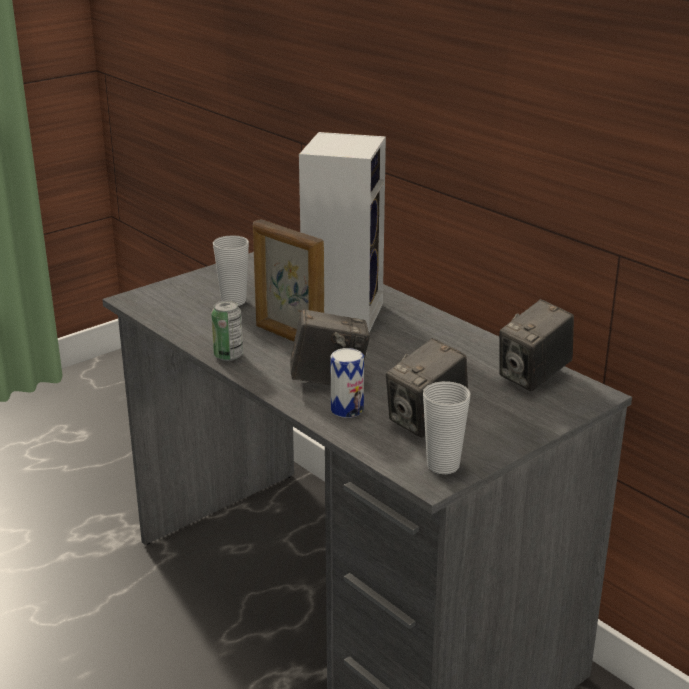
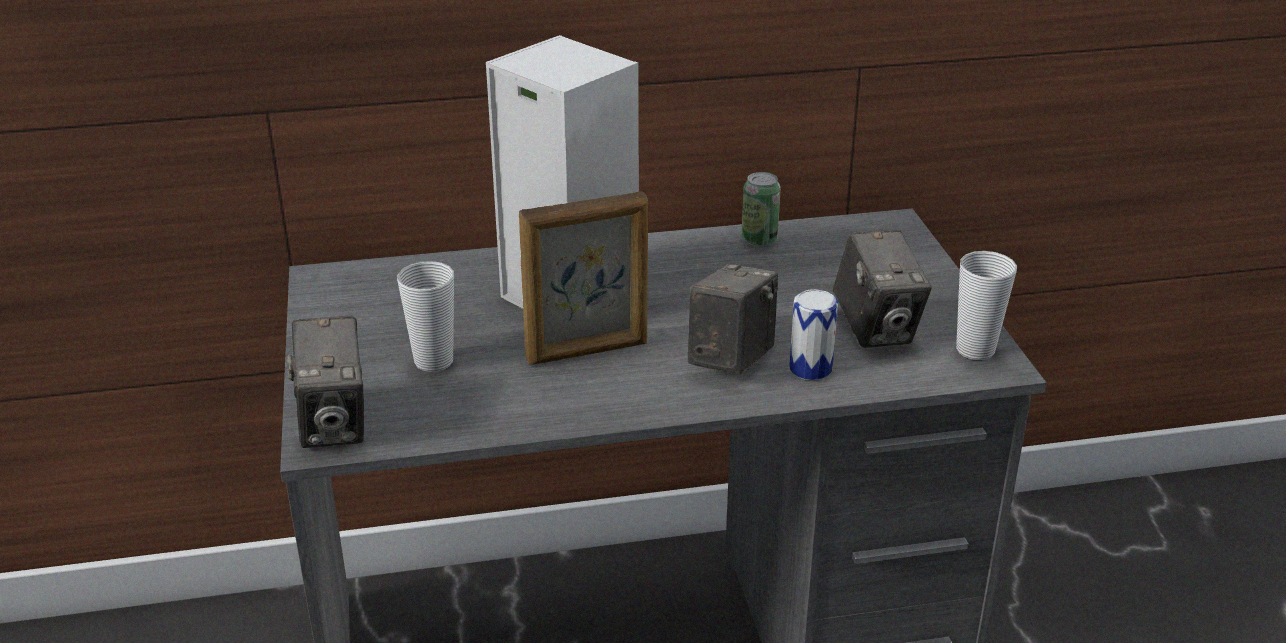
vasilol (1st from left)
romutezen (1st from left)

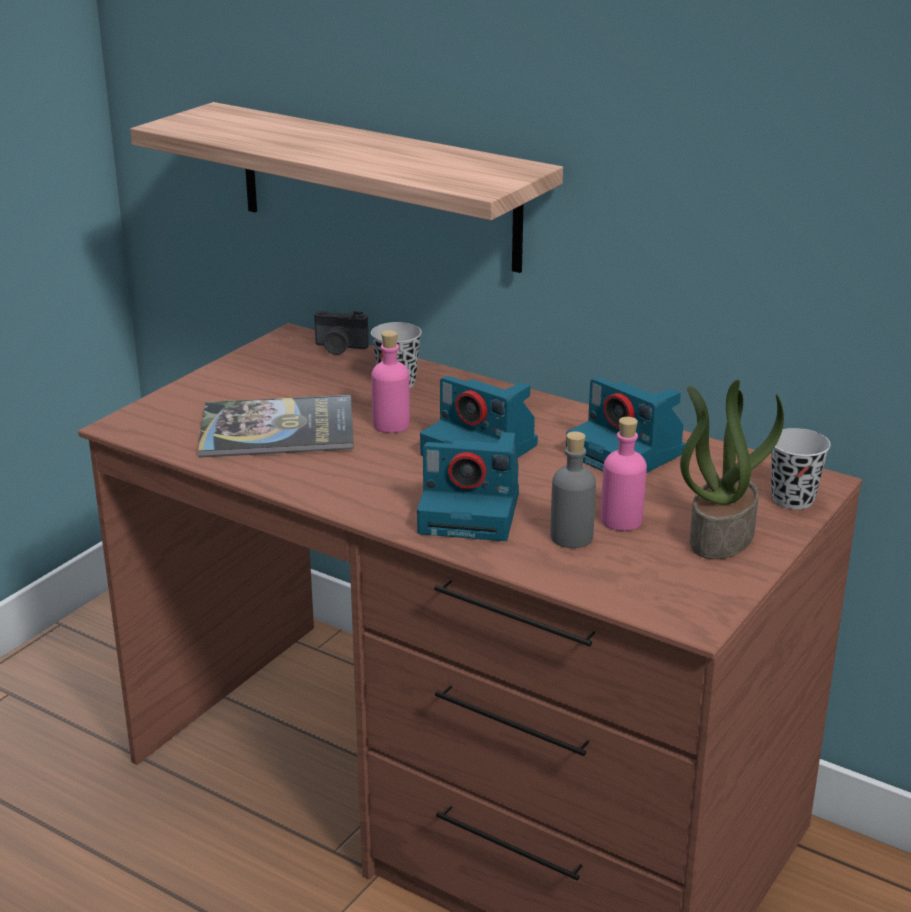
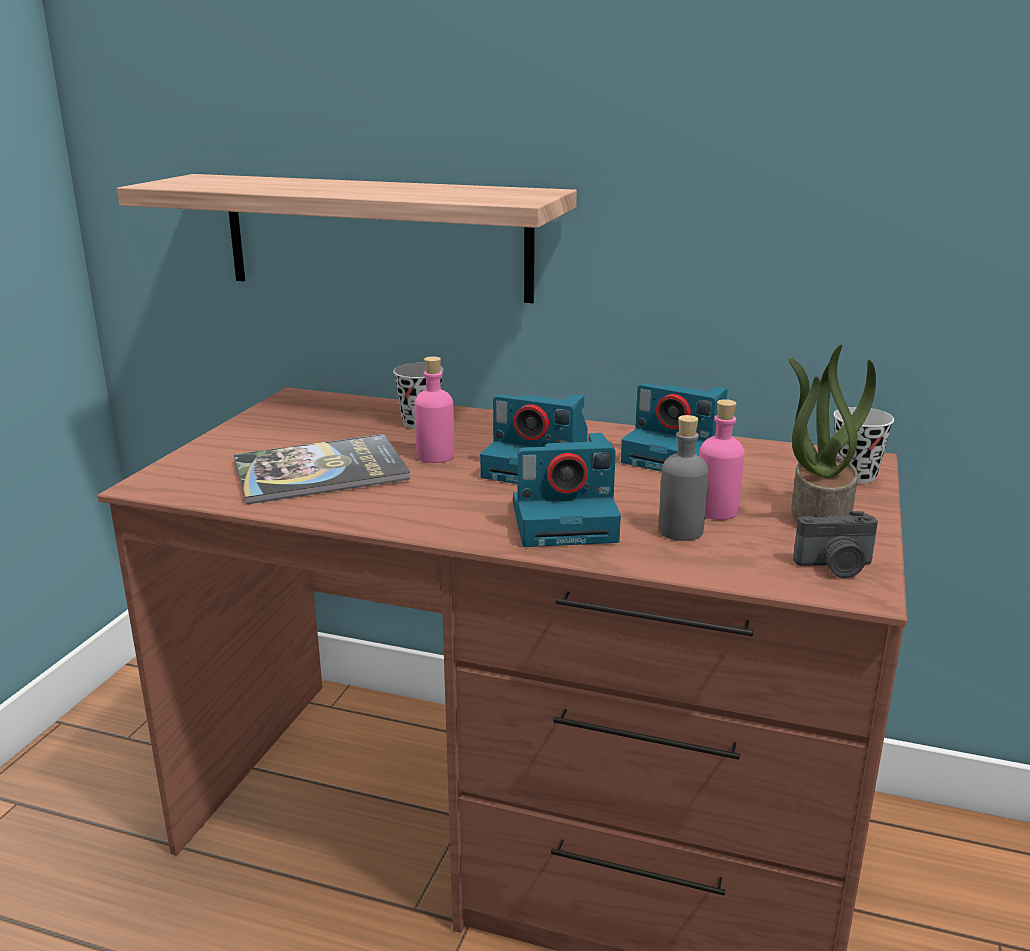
vasilol (4th from left)

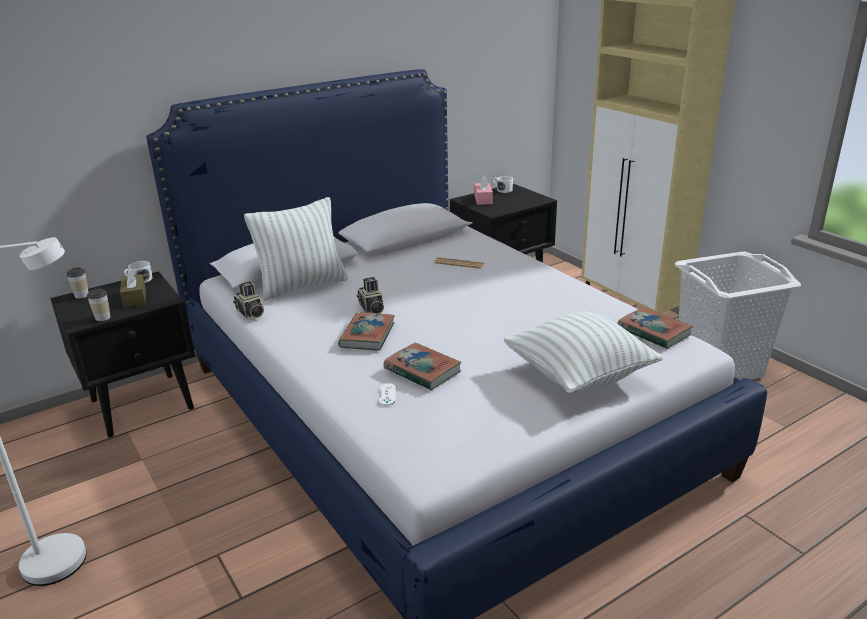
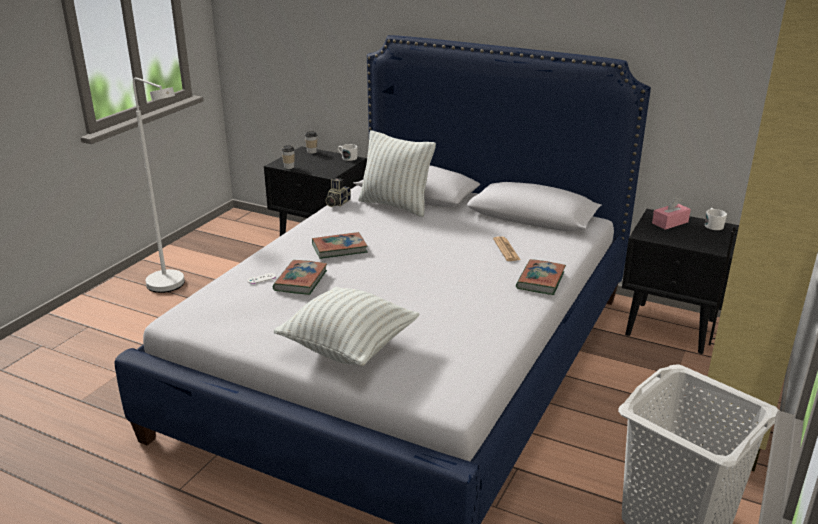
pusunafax (3rd from left)
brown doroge
vasilol (2nd from left in the first image)

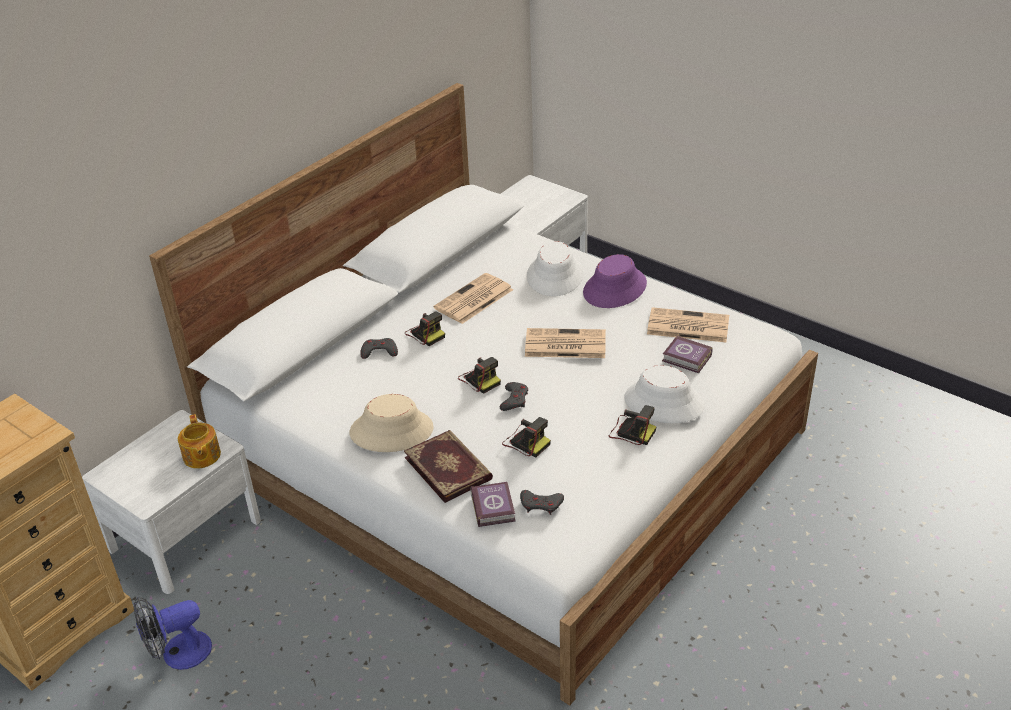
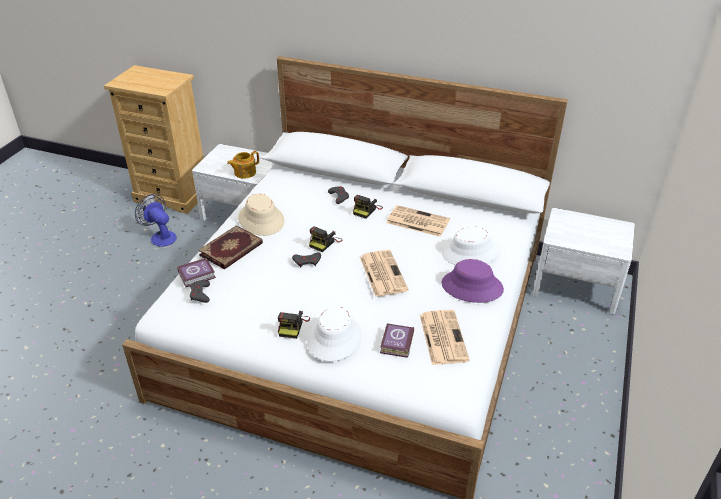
vasilol (3rd from left in the first image)

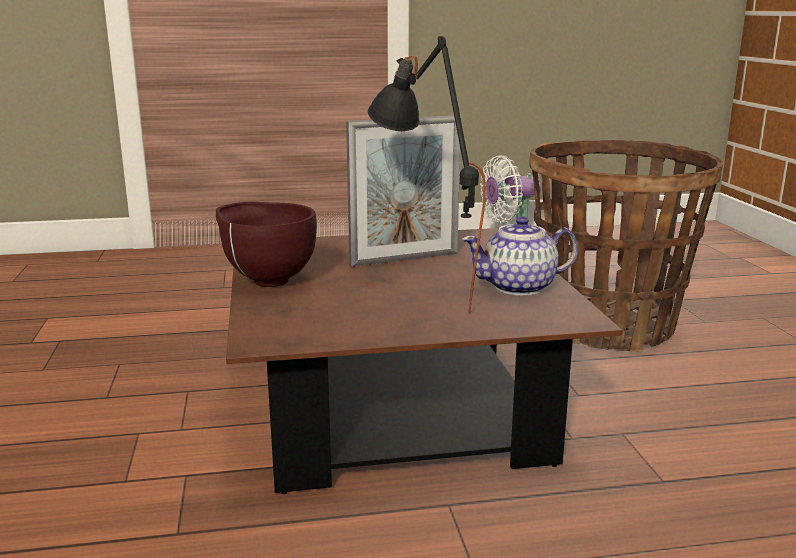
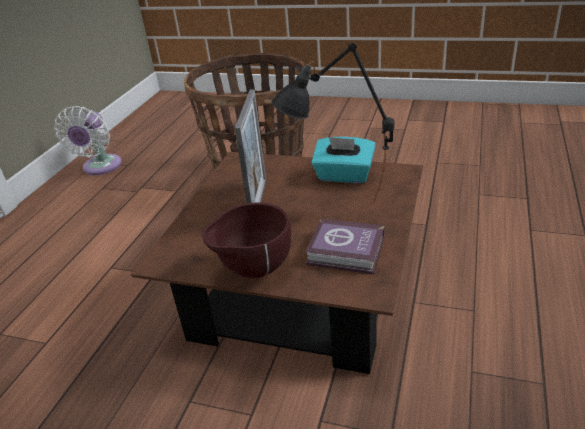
pusunafax
turquoise doroge

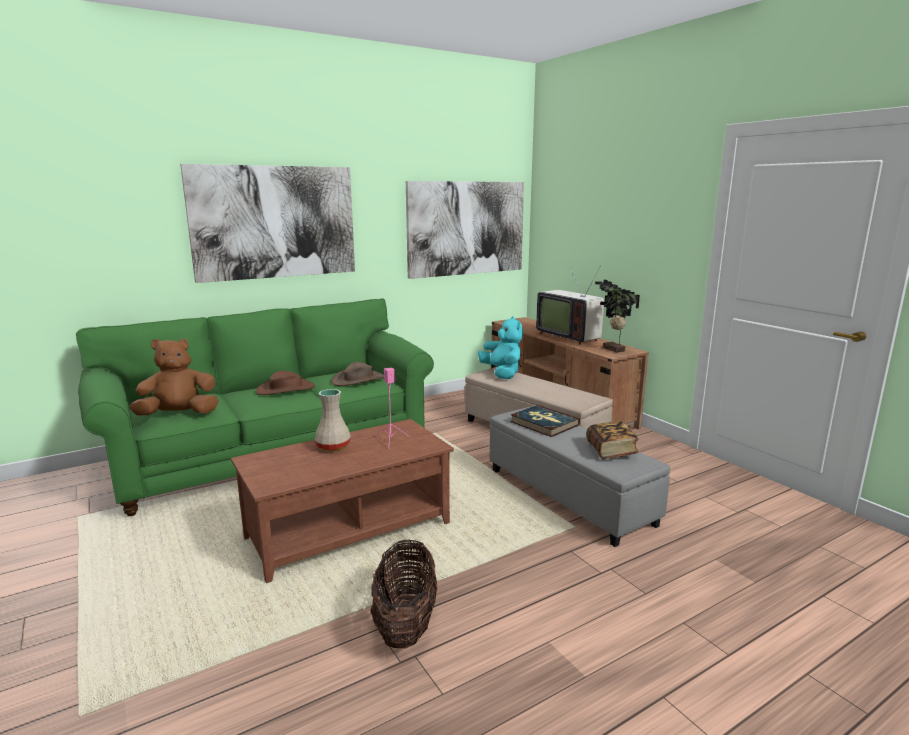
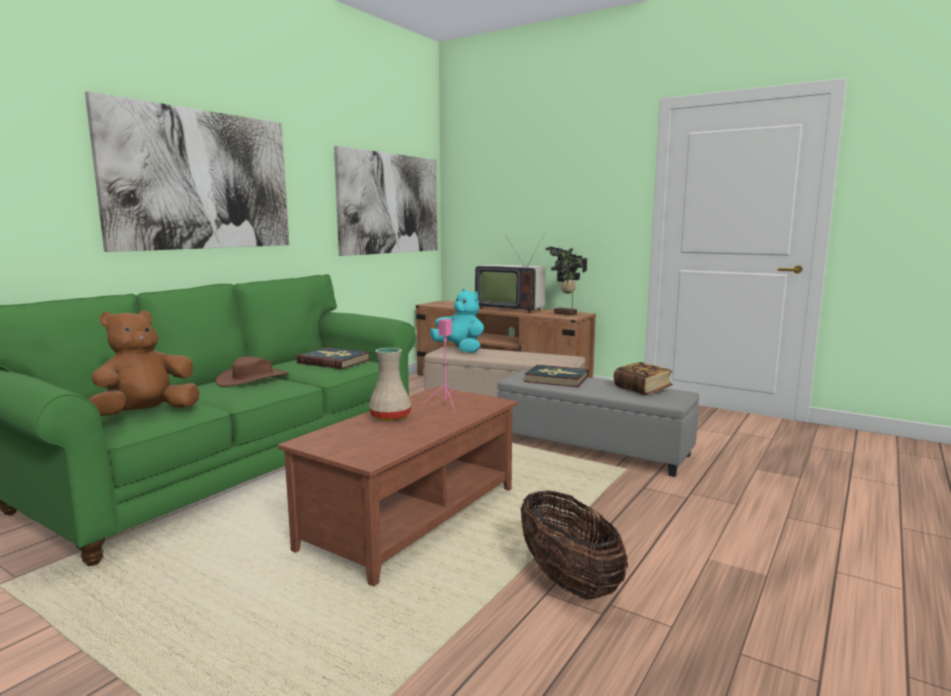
pusunafax (1st from left)

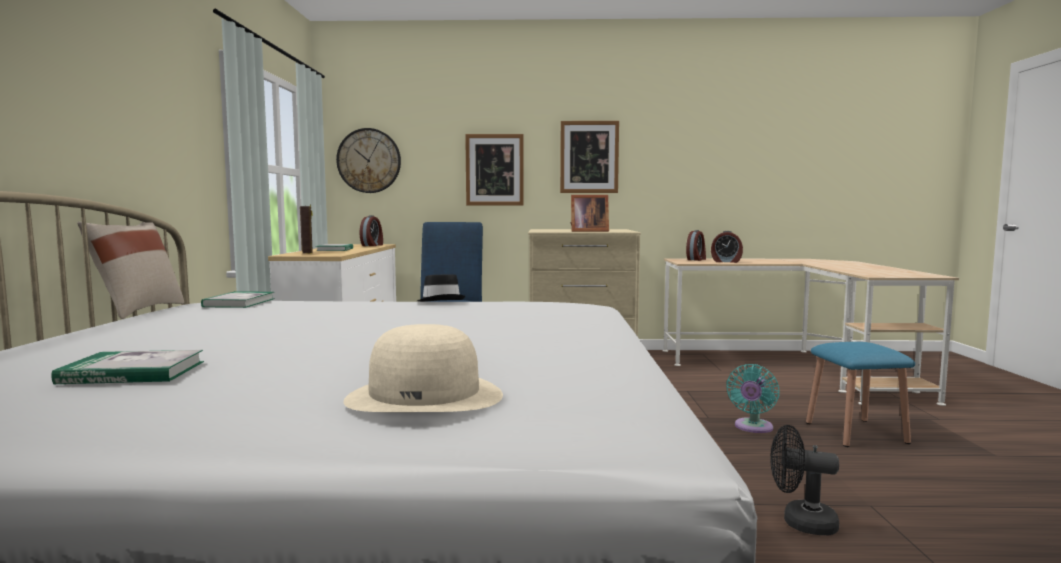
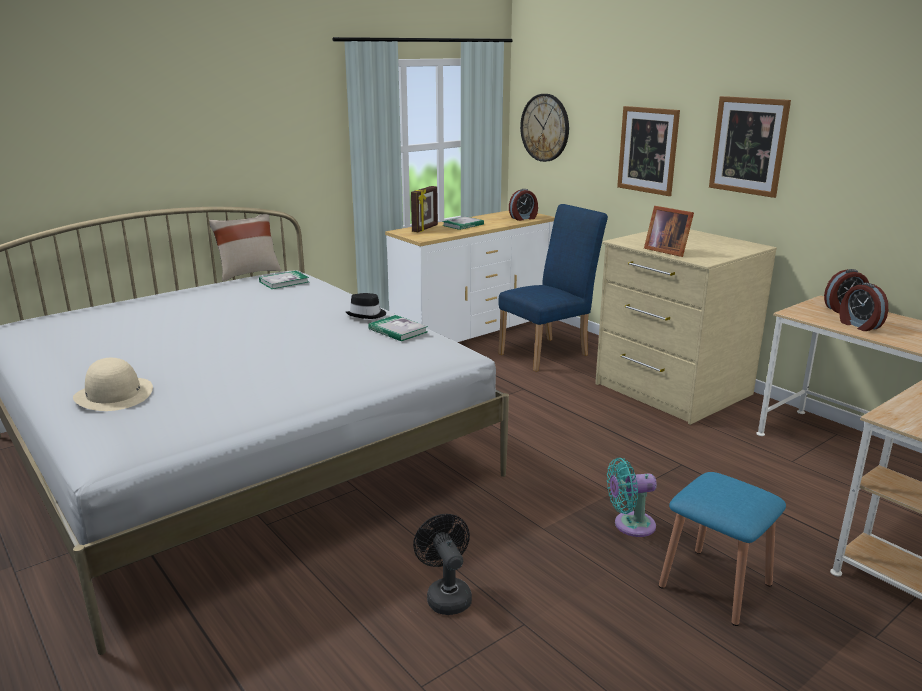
pusunafax (2nd from left)

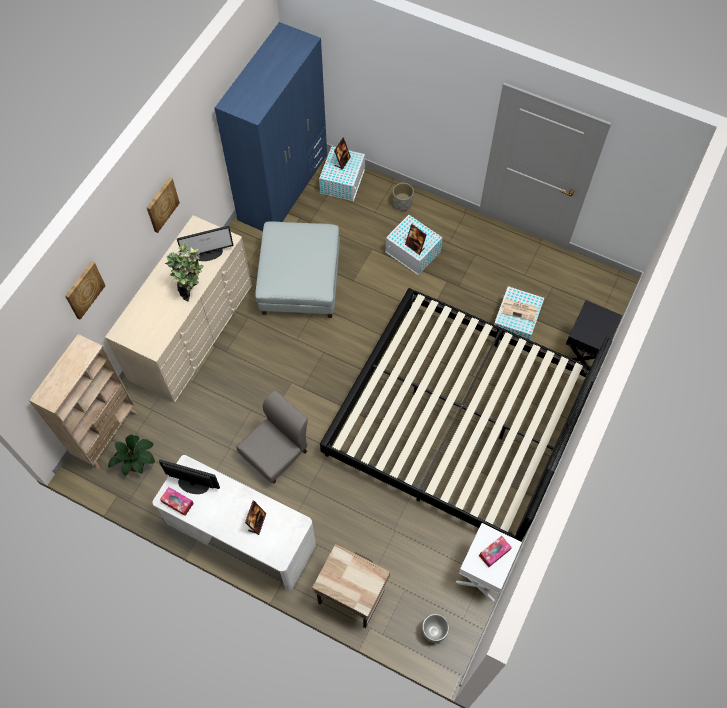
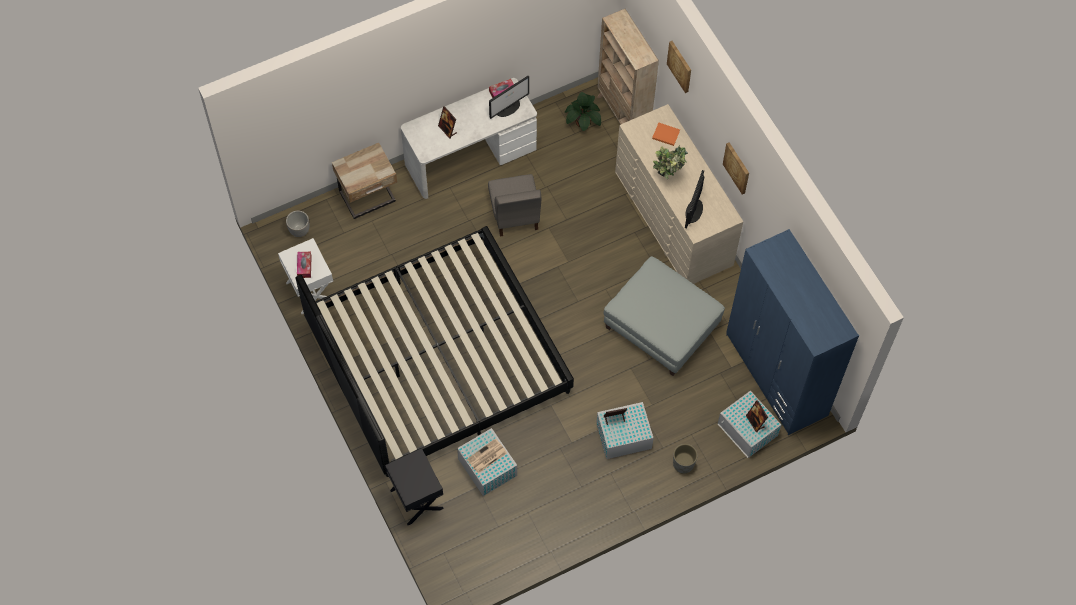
orange pusunafax

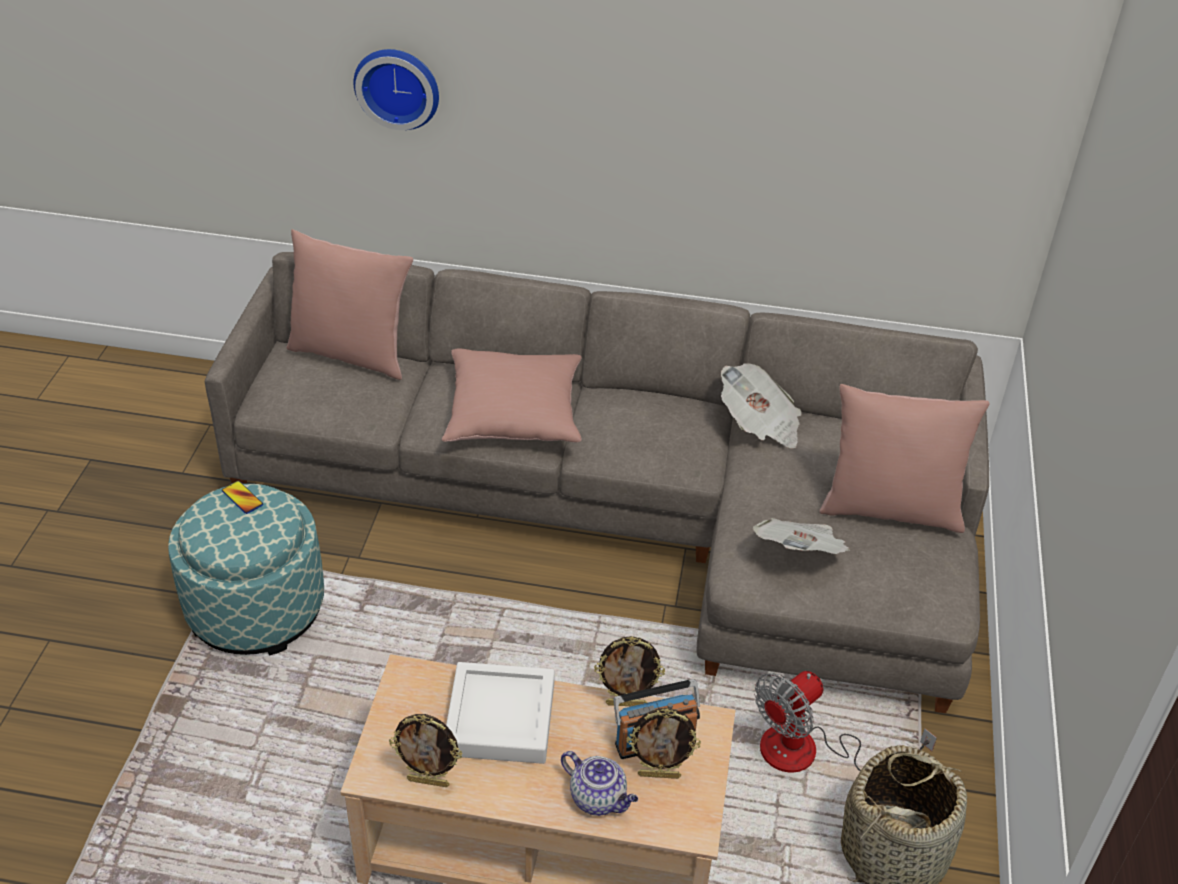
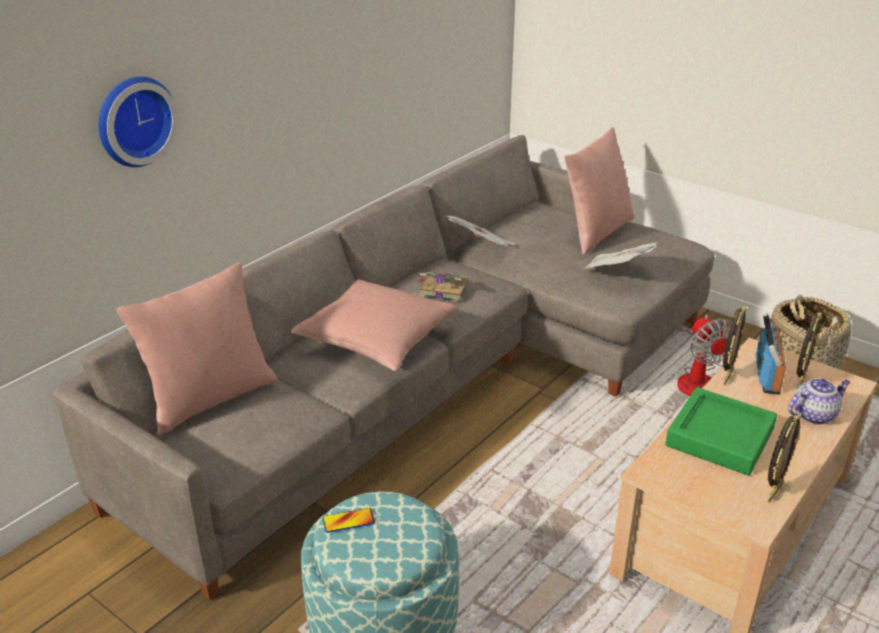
pusunafax
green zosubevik

